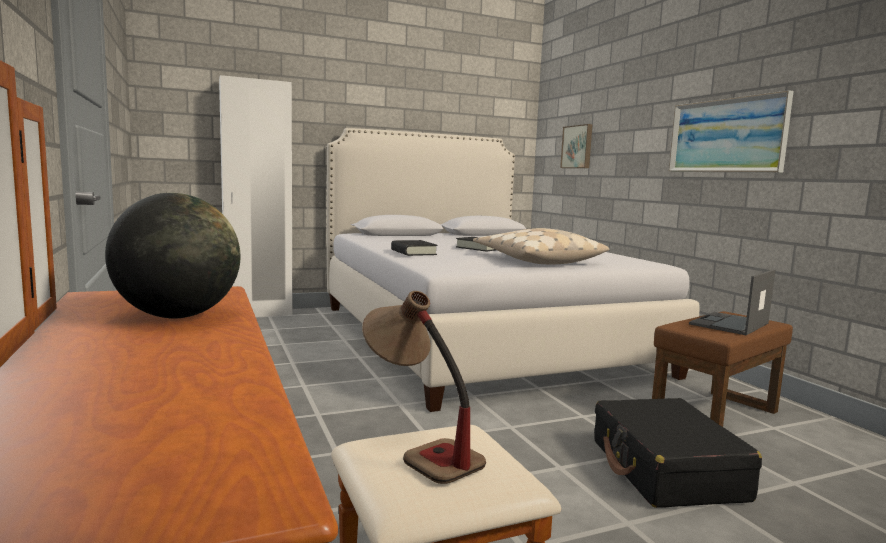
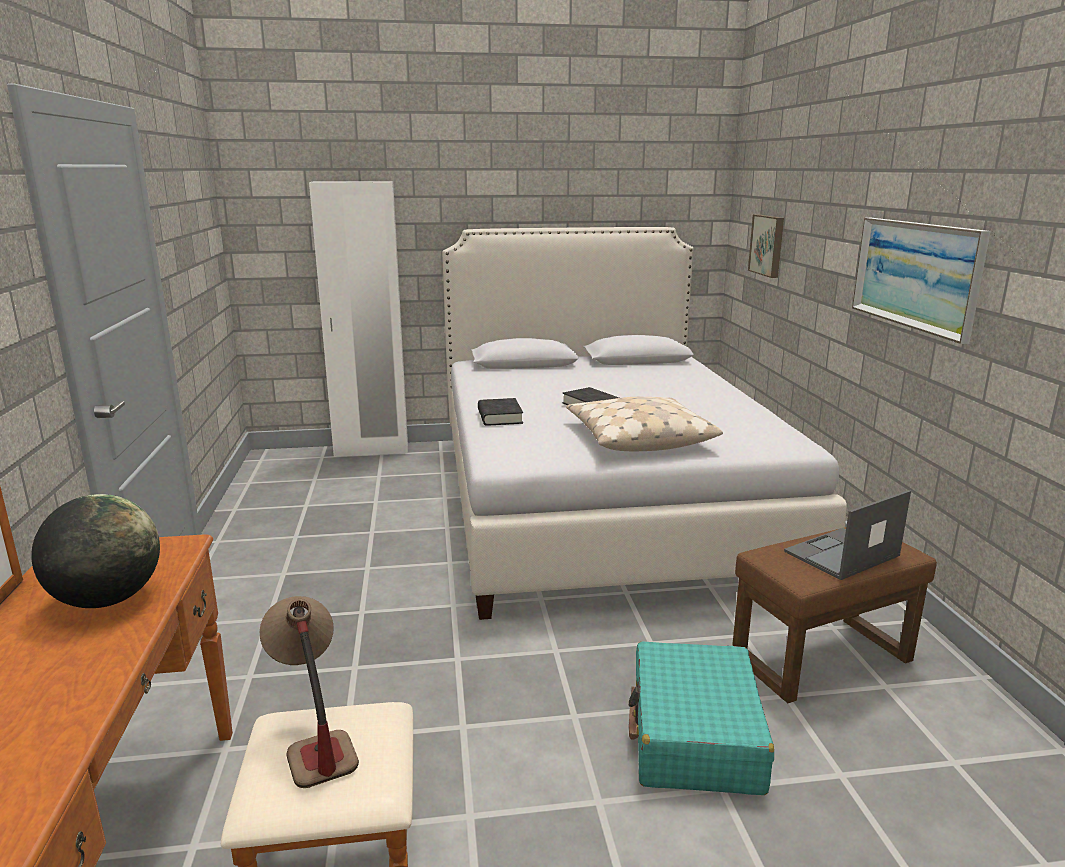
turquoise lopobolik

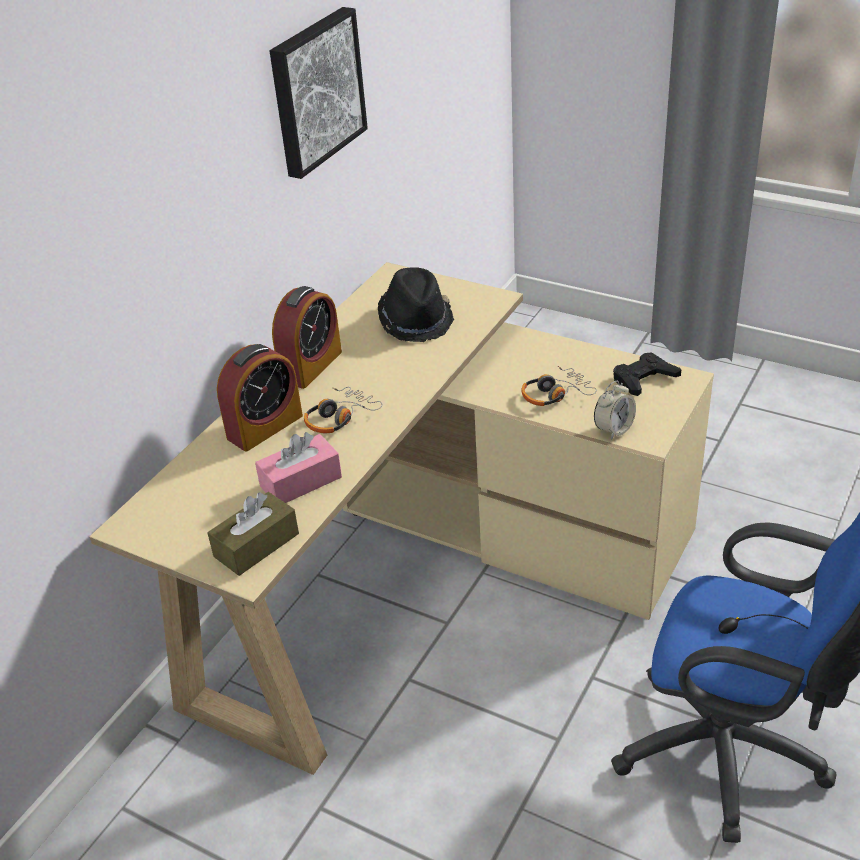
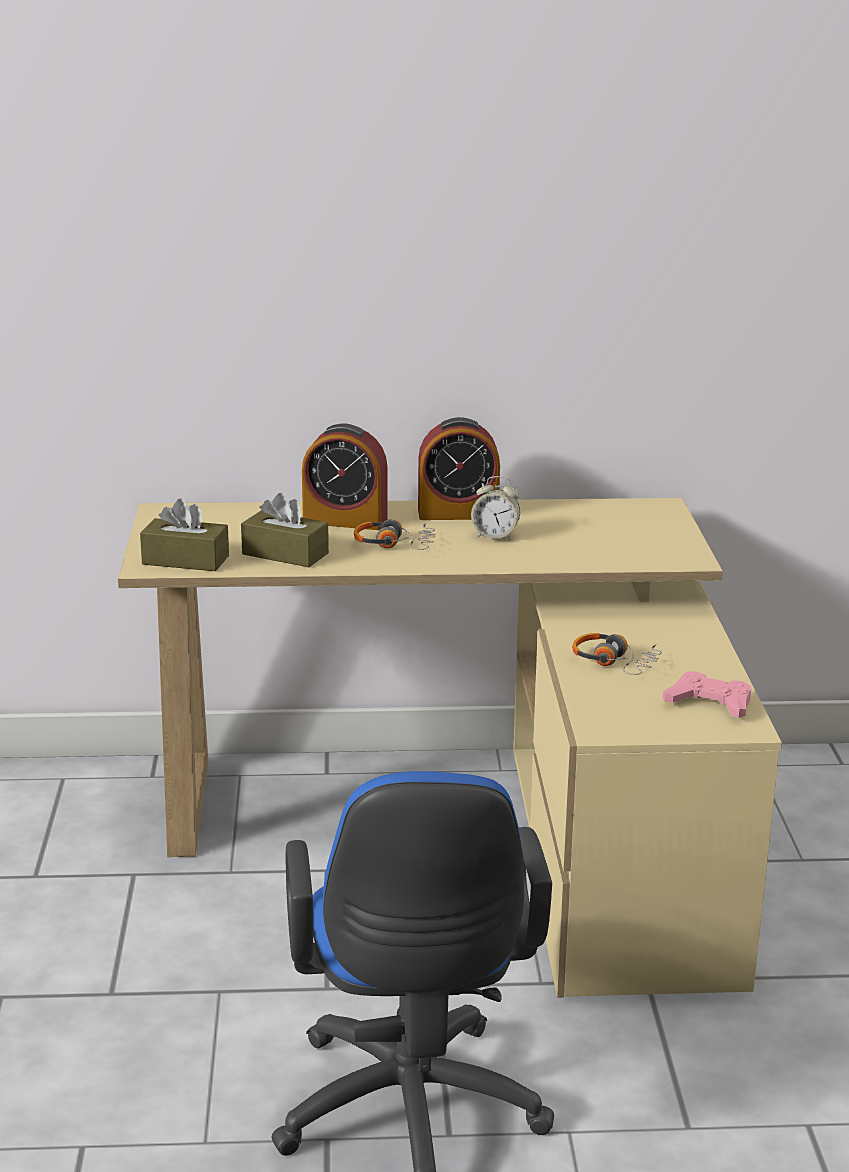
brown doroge (2nd from left)
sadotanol (3rd from left)
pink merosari
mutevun
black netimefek

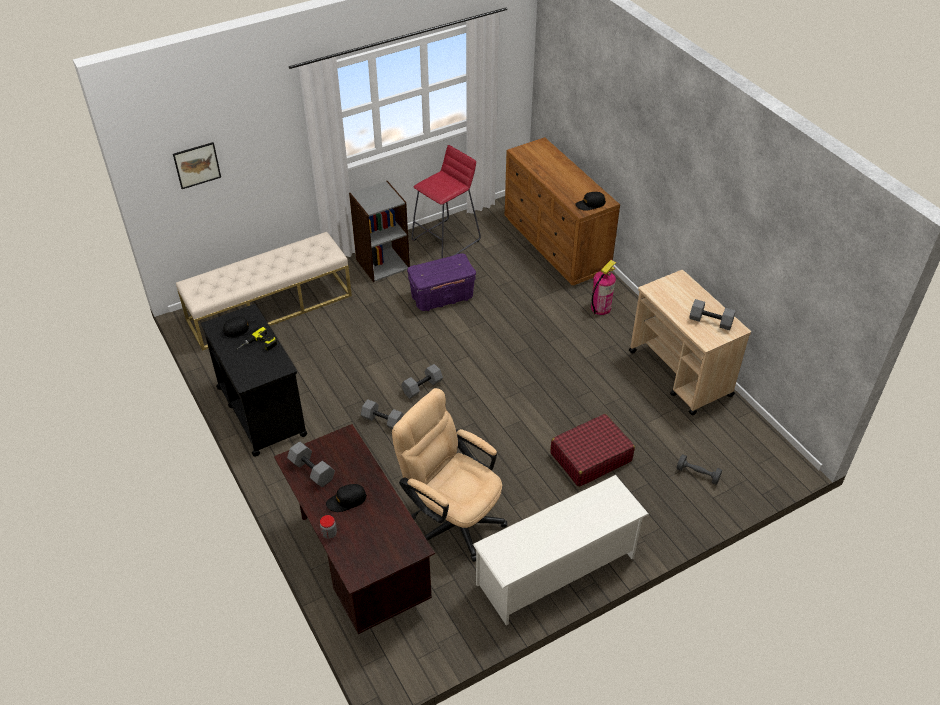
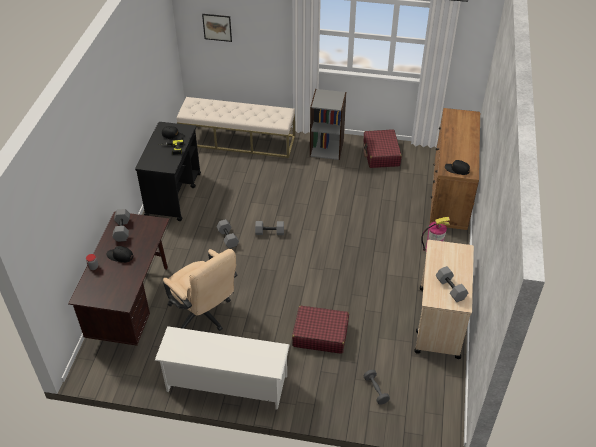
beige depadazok
red lopobolik (2nd from left)
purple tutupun

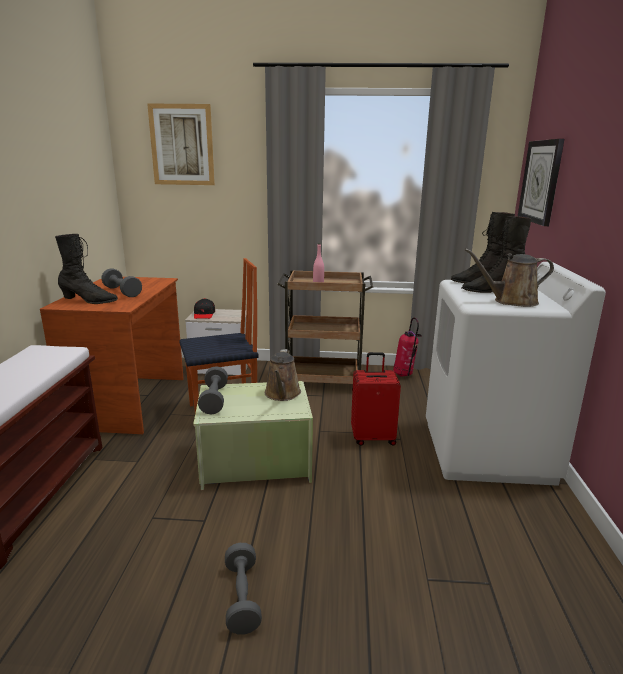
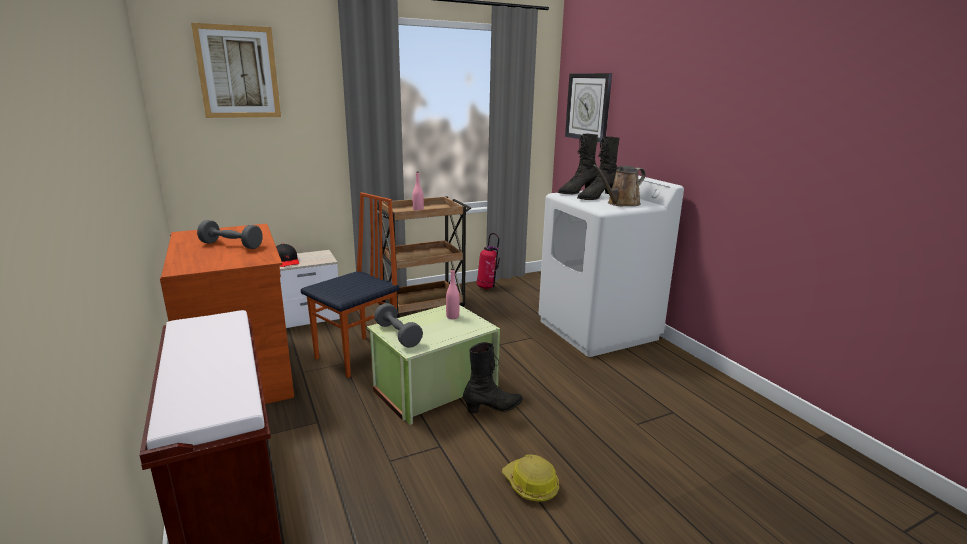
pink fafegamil (2nd from left)
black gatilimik (1st from left)
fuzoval
red lopobolik

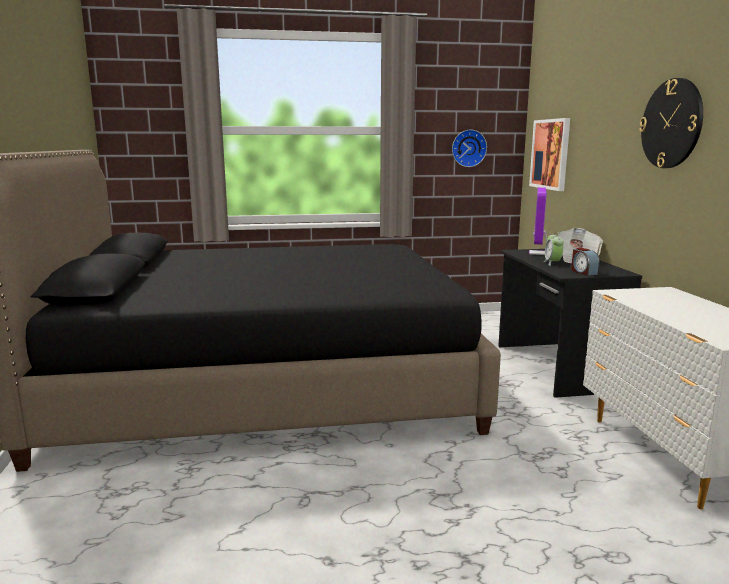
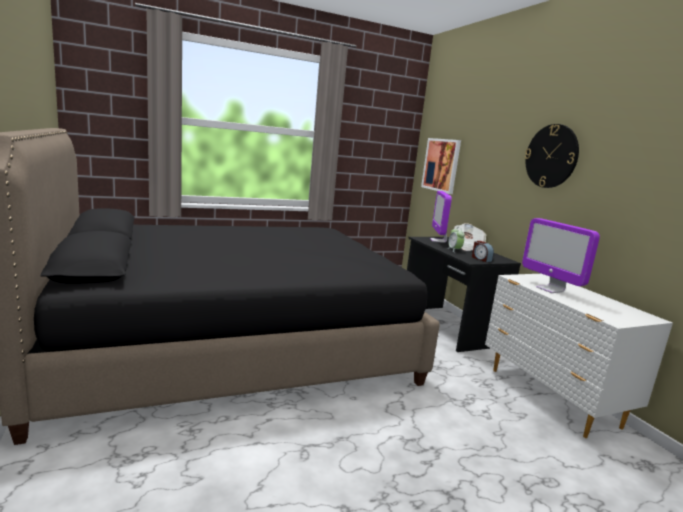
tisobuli (2nd from left)
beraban (1st from left in the first image)

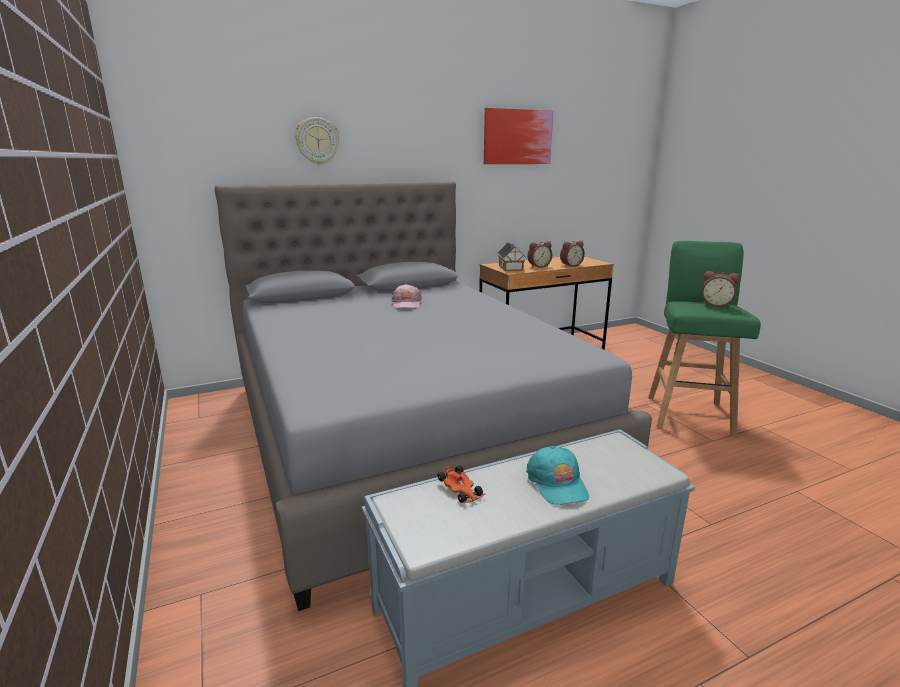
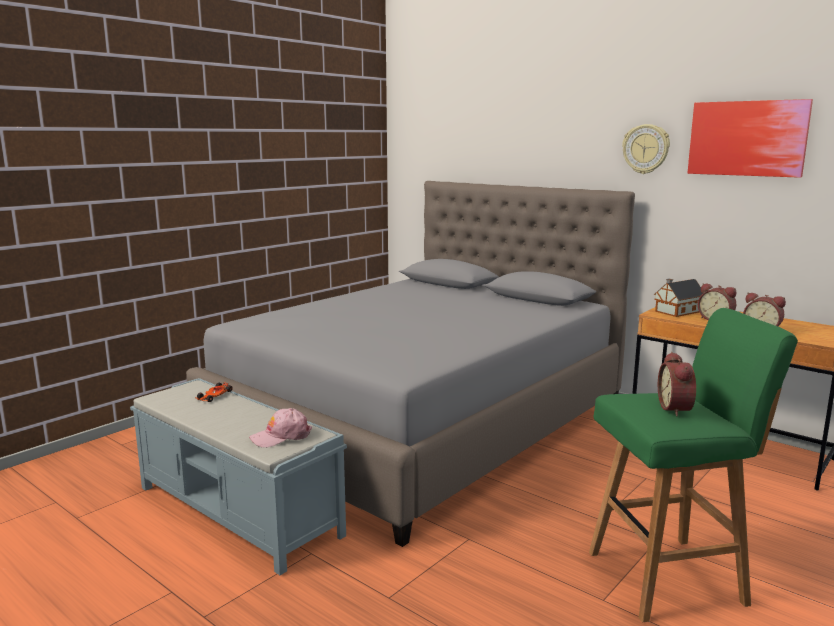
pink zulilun
beraban
turquoise zulilun

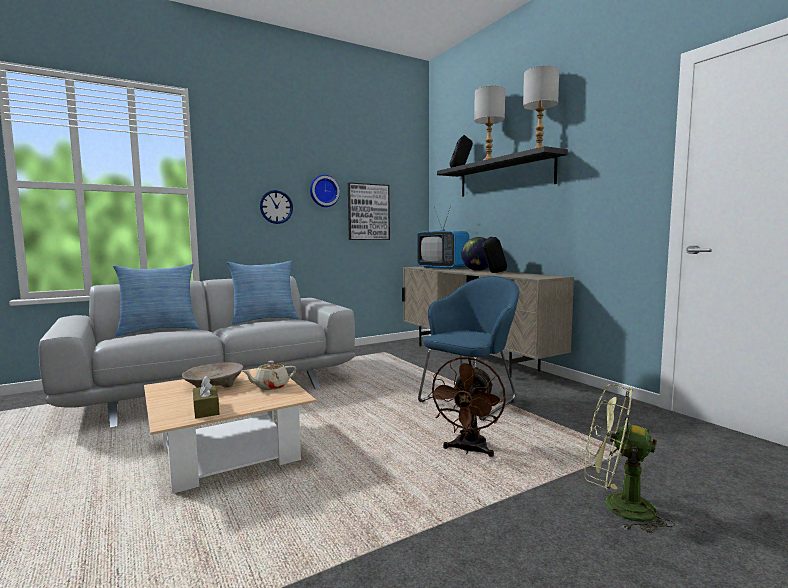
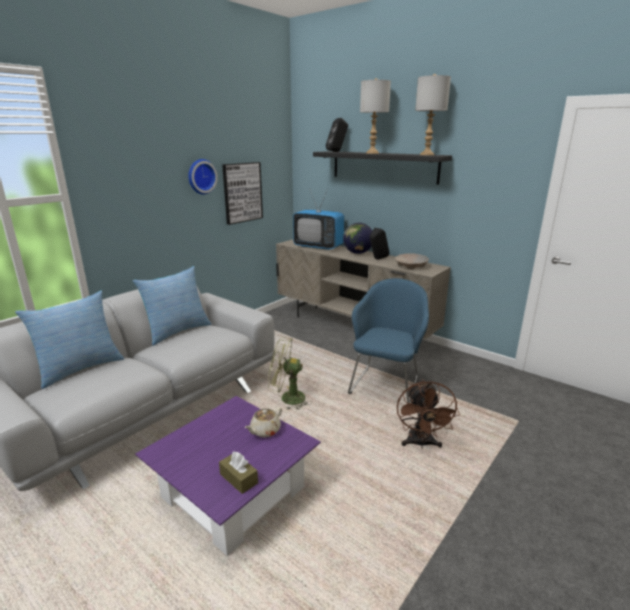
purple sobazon
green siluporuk
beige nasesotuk
beraban (1st from left in the first image)

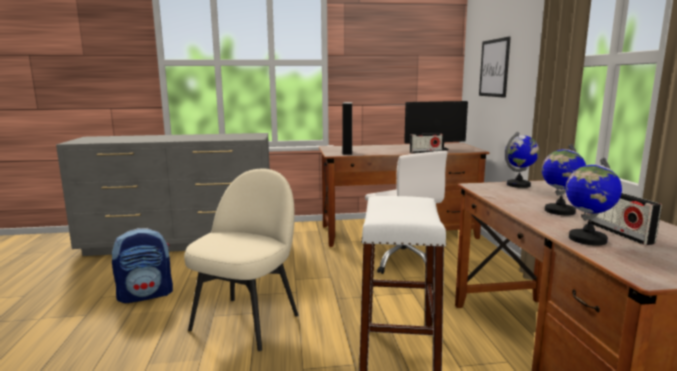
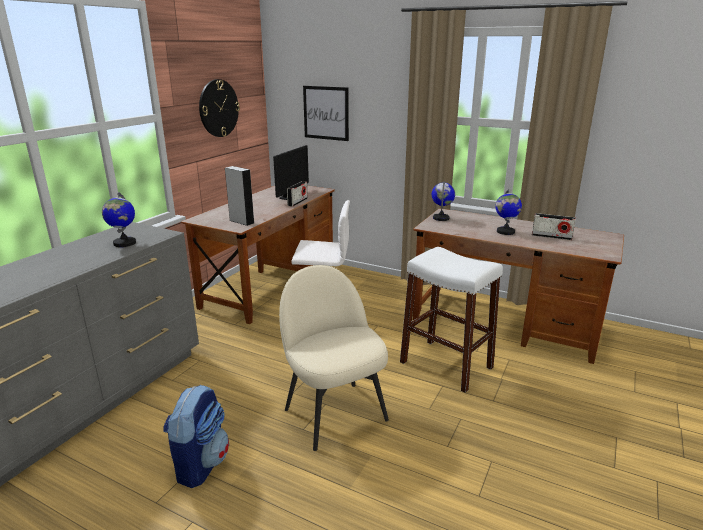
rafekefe (1st from left)
beraban

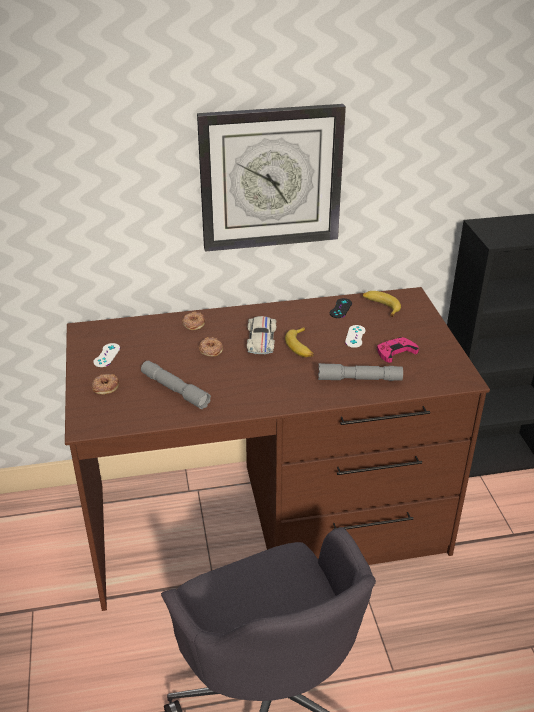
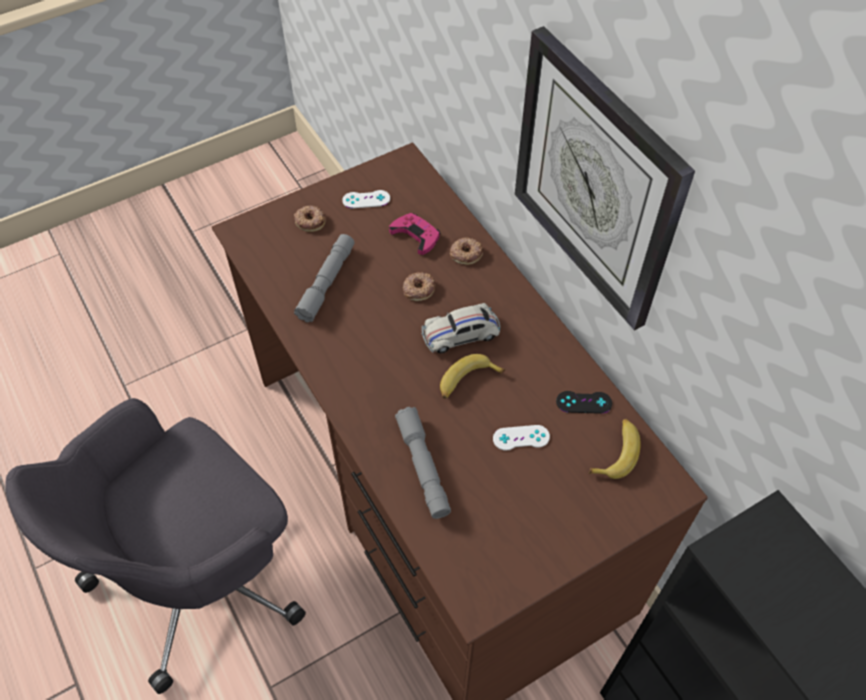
pink merosari

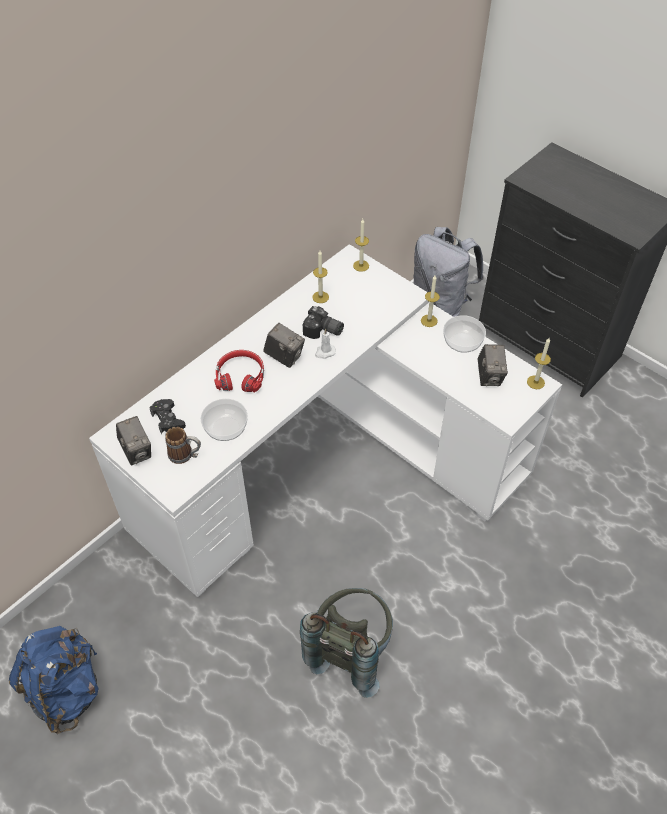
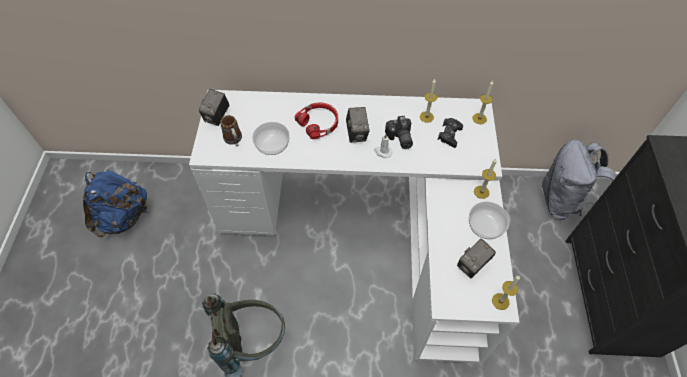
black merosari

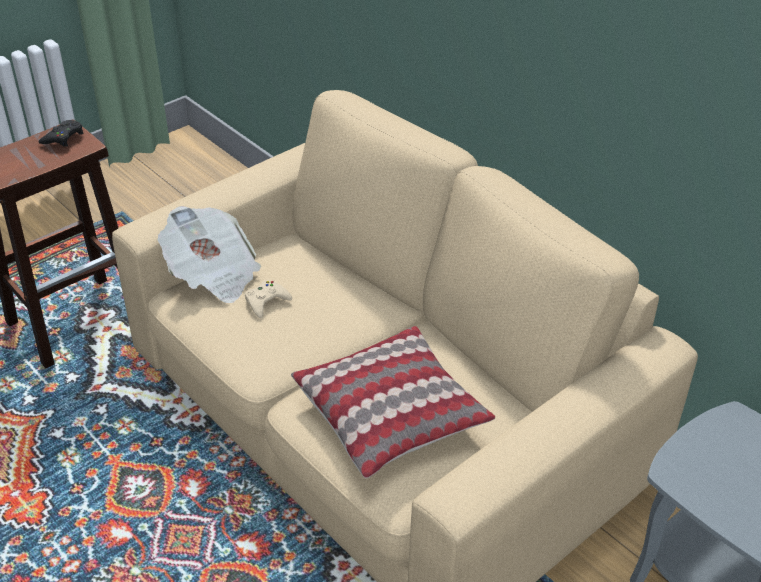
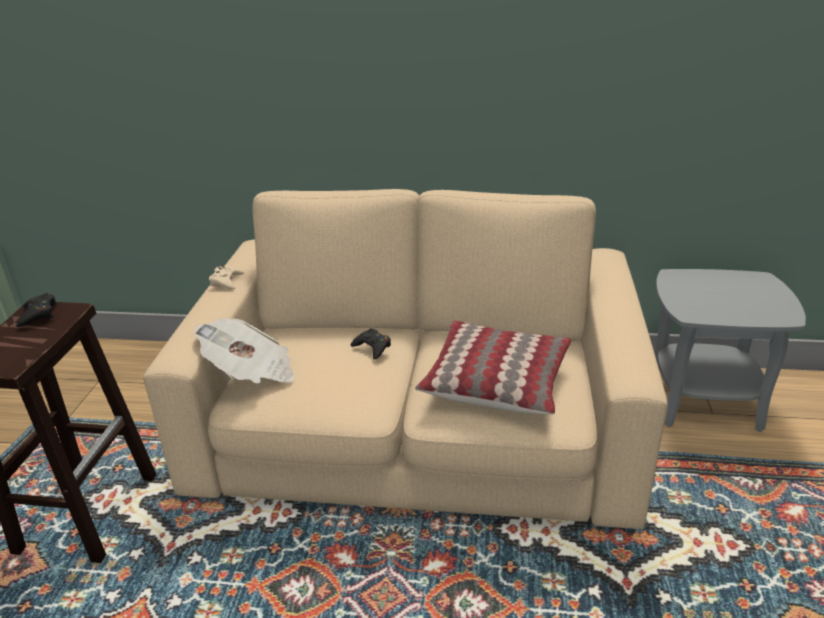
beige merosari
black merosari (2nd from left)

